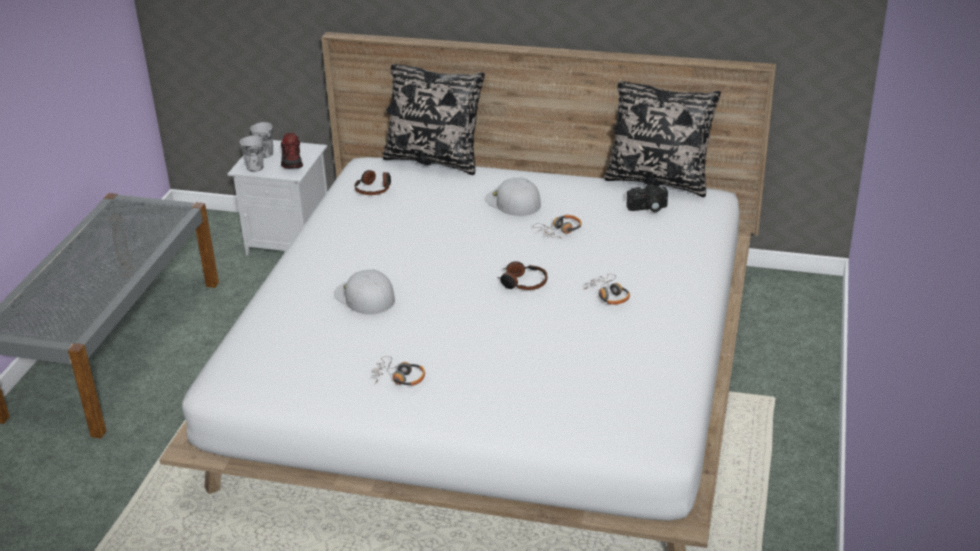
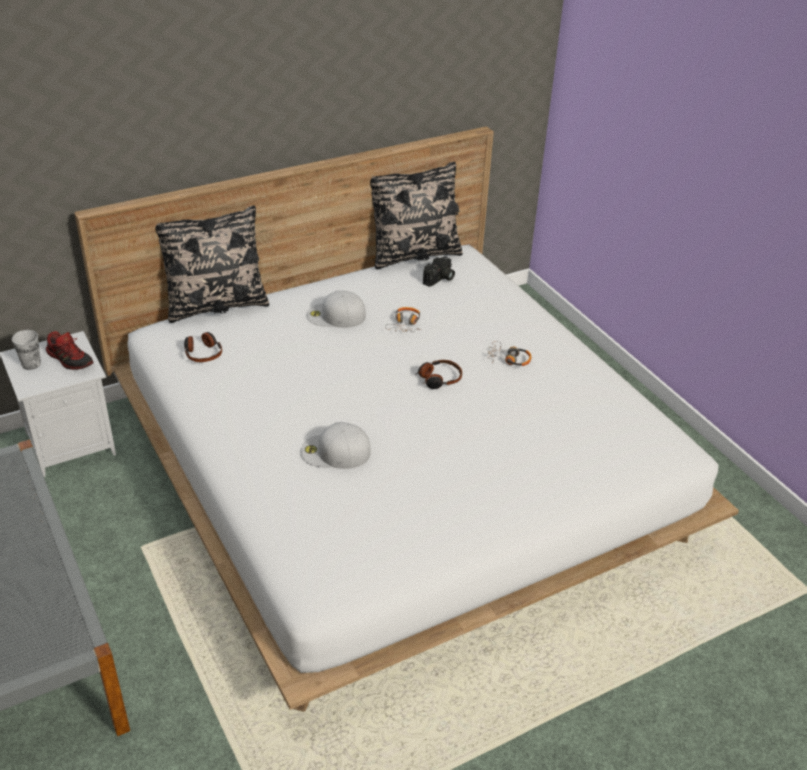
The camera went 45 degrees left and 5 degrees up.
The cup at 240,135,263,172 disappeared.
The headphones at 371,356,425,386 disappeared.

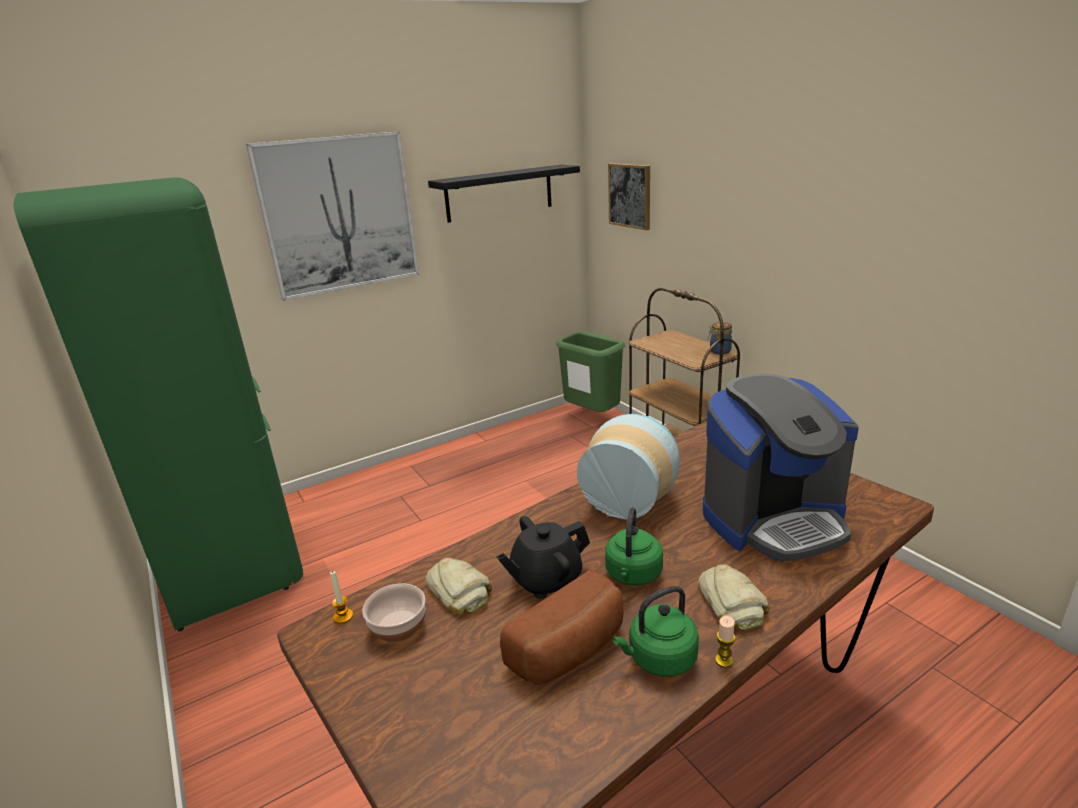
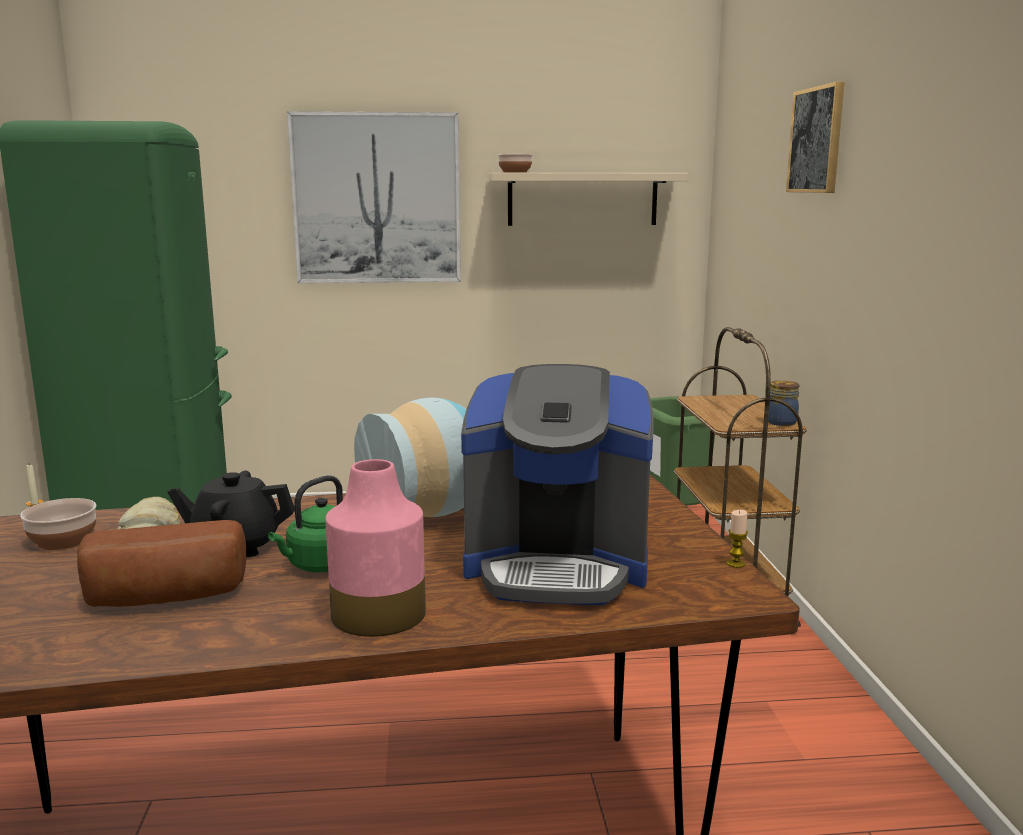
The camera went 25 degrees right and 10 degrees down.
The green_kettle at 613,586,699,677 disappeared.
The bowl at 498,154,533,173 appeared.
The picture moved from 608,163,650,230 to 786,81,844,193.
The candle moved from 715,616,735,668 to 726,510,748,568.
The bread at 698,564,770,630 was replaced by the pink_vase at 326,459,426,637.
The black_shelf at 428,165,580,223 became the beige_shelf at 489,173,688,226.

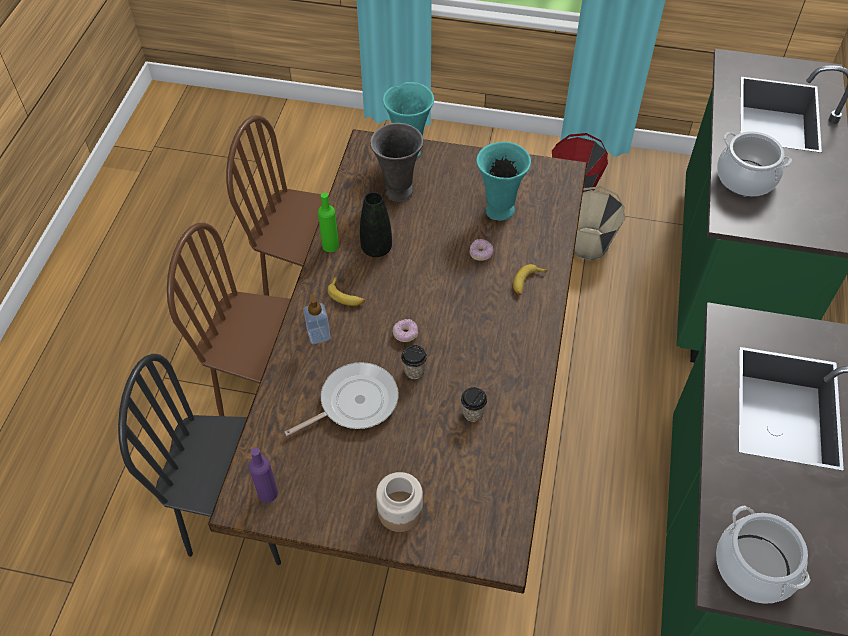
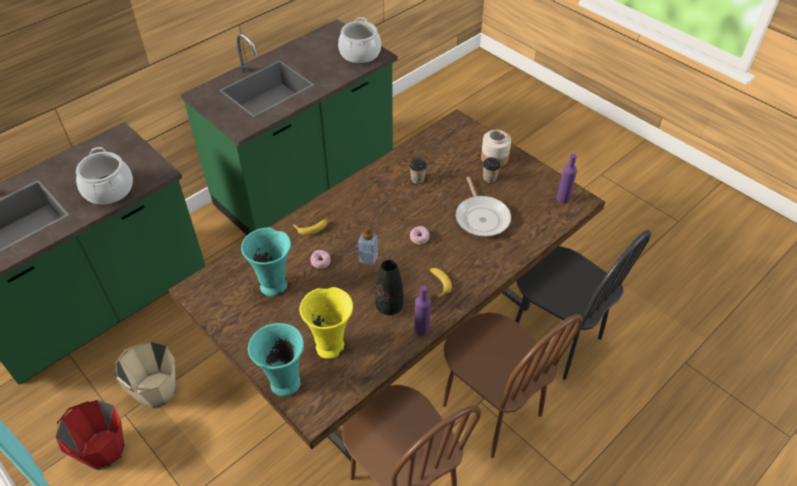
The camera went 145 degrees left and 5 degrees down.
The soap_dispenser moved from 304,294,330,344 to 358,226,378,265.
The cup moved from 401,345,427,379 to 483,157,500,183.
The green_bottle at 318,192,339,252 became the purple_bottle at 414,286,431,336.
The grey_vase at 370,123,423,201 became the yellow_vase at 299,287,353,359.
The frying_pan at 285,362,399,436 turned 105 degrees counterclockwise.

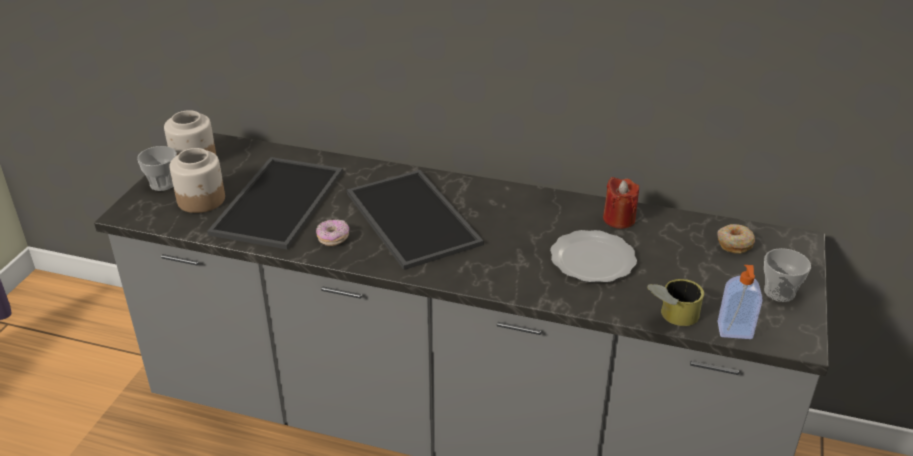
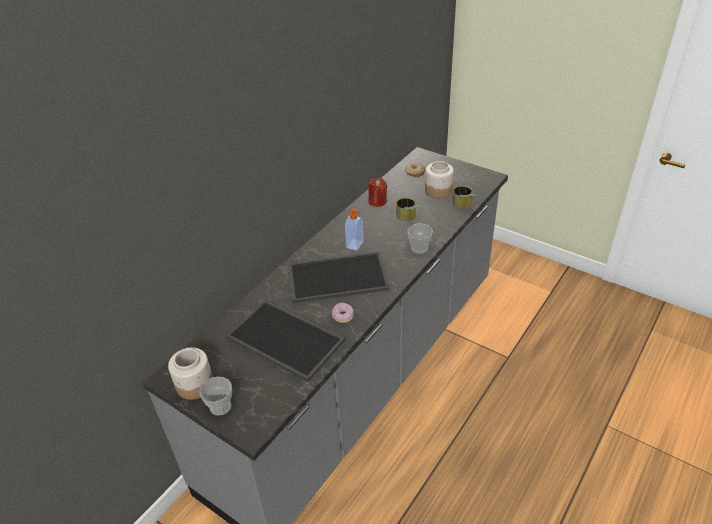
The camera went 70 degrees left and 5 degrees up.
The jar moved from 169,148,225,213 to 425,161,454,199.
The soap_dispenser moved from 718,265,763,339 to 345,209,364,250.
The cup moved from 764,248,811,302 to 407,224,433,254.
The plate at 550,230,637,283 was replaced by the can at 396,197,422,221.

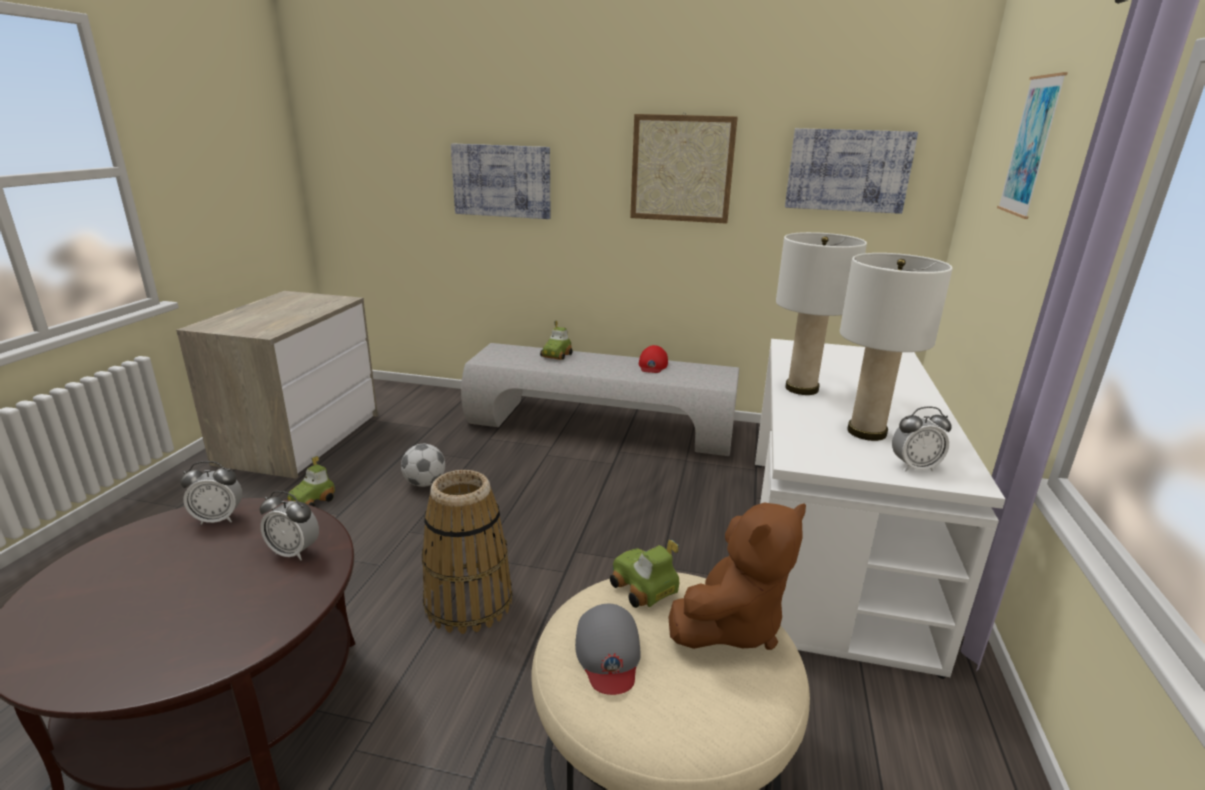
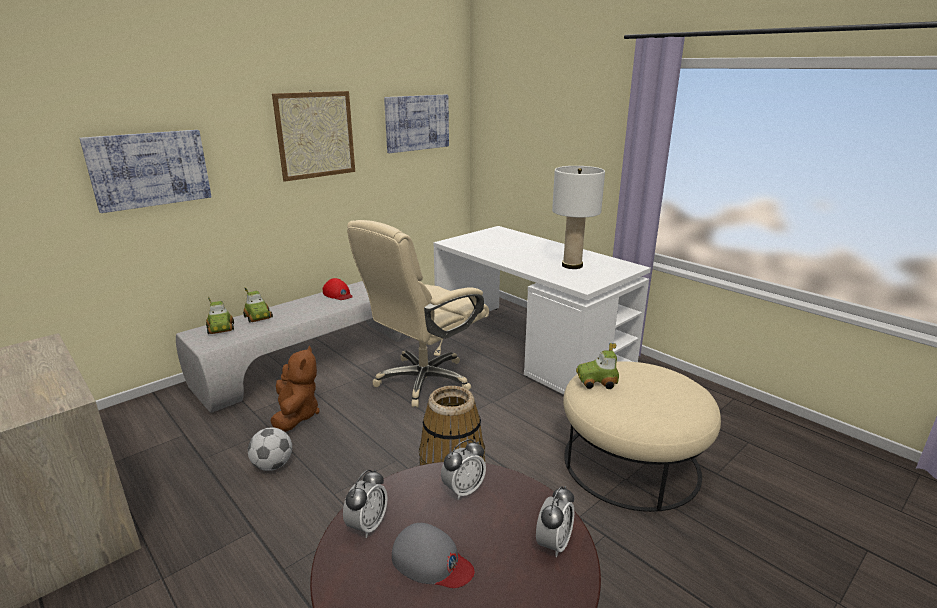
The camera went 55 degrees left and 0 degrees up.
The white_table_lamp at 776,232,867,395 disappeared.
The picture at 997,72,1068,219 disappeared.
The beige_office_chair at 347,220,489,408 appeared.
The toy_car moved from 287,456,335,507 to 206,297,234,334.
The grey_cap moved from 575,604,641,695 to 392,523,474,588.
The brown_plush_toy moved from 668,503,806,650 to 270,346,320,432.
The alarm_clock moved from 892,406,952,472 to 536,486,574,557.

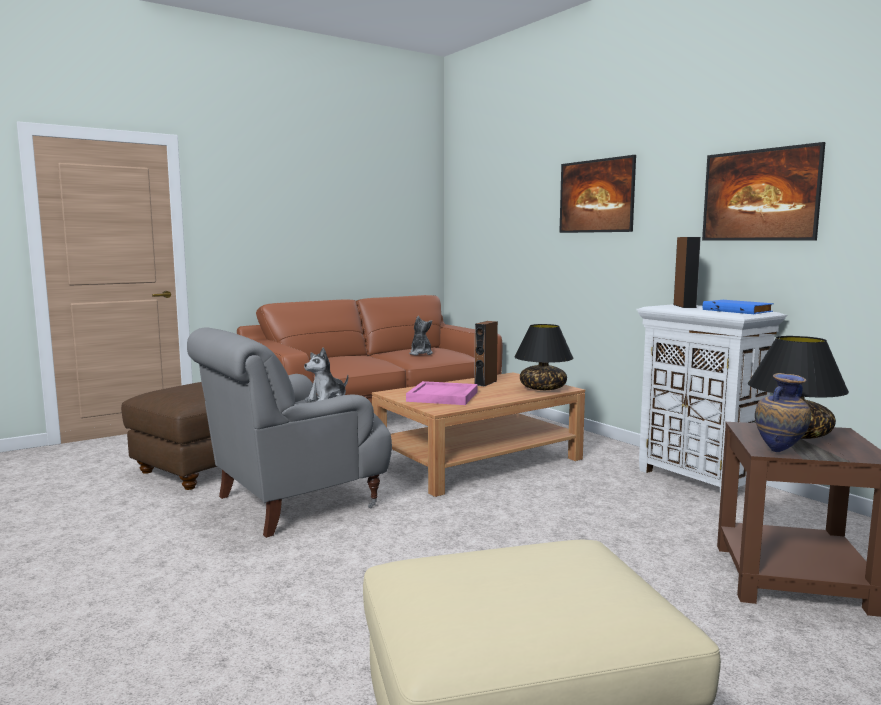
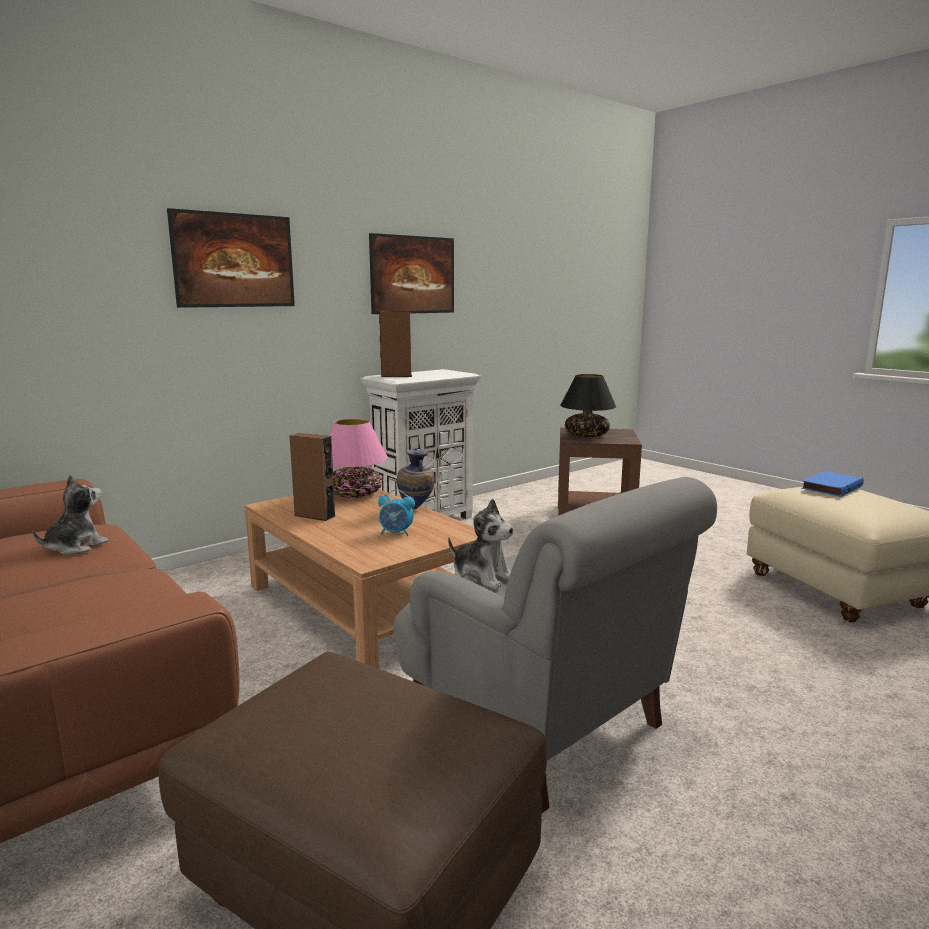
The camera went 95 degrees left and 5 degrees up.
The blue_book moved from 703,300,774,314 to 801,471,864,497.
The vase moved from 755,373,811,452 to 397,450,435,509.
The pink_tray at 406,381,478,405 was replaced by the alarm_clock at 378,489,415,536.
The black_table_lamp at 514,324,574,390 became the pink_table_lamp at 329,419,388,498.
The plush_toy at 409,316,433,355 turned 135 degrees clockwise.

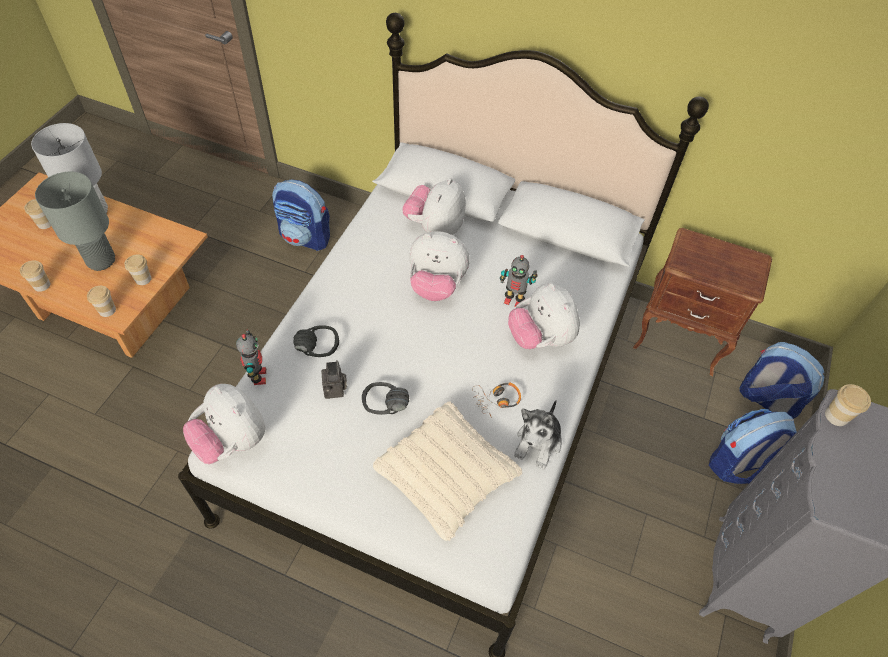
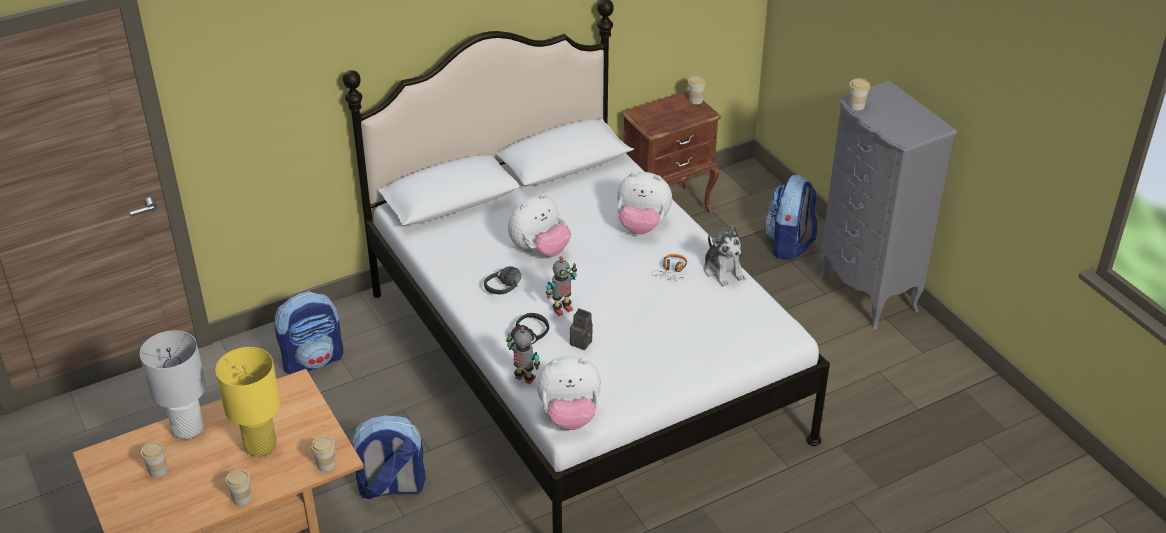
The camera went 50 degrees left and 15 degrees down.
The beige_pillow at 373,402,522,541 disappeared.
The plush_toy at 402,178,465,235 disappeared.
The cup moved from 124,254,151,285 to 688,76,706,104.
The black_headphones moved from 362,382,409,415 to 484,266,522,294.
The toy_robot moved from 500,255,538,307 to 546,257,577,316.
The backpack moved from 739,342,824,419 to 351,415,426,499.
The grey_table_lamp at 35,172,115,271 became the yellow_table_lamp at 215,347,281,457.

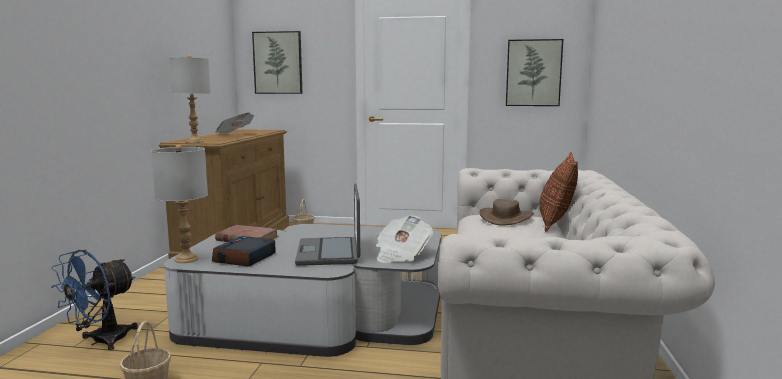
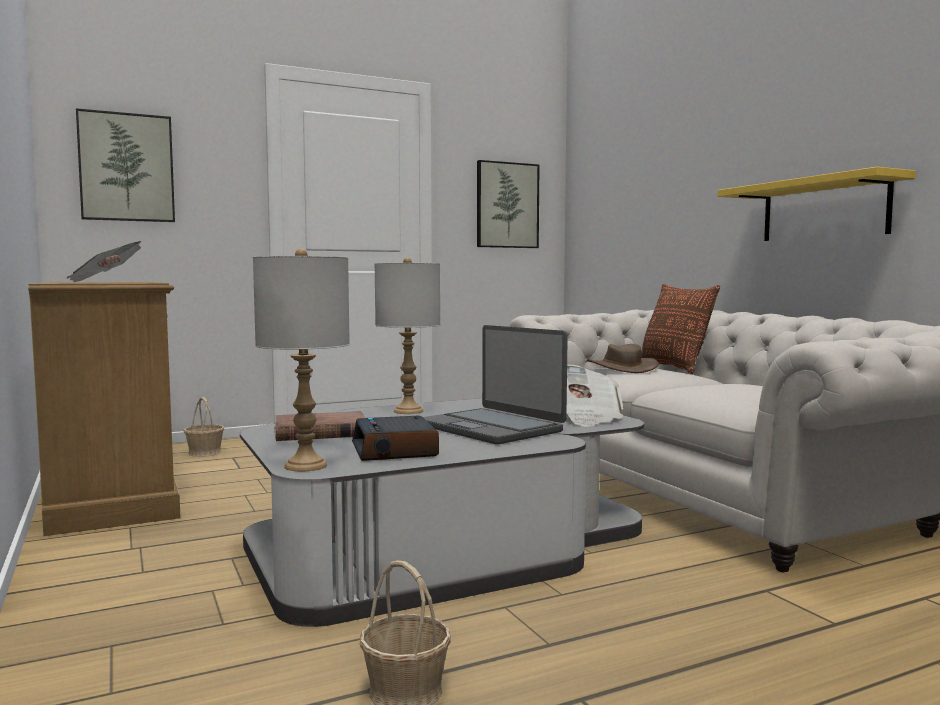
The camera went 35 degrees left and 5 degrees down.
The blue_fan at 51,250,138,350 disappeared.
The yellow_shelf at 718,167,916,241 appeared.
The grey_table_lamp moved from 170,55,211,143 to 374,257,440,414.

